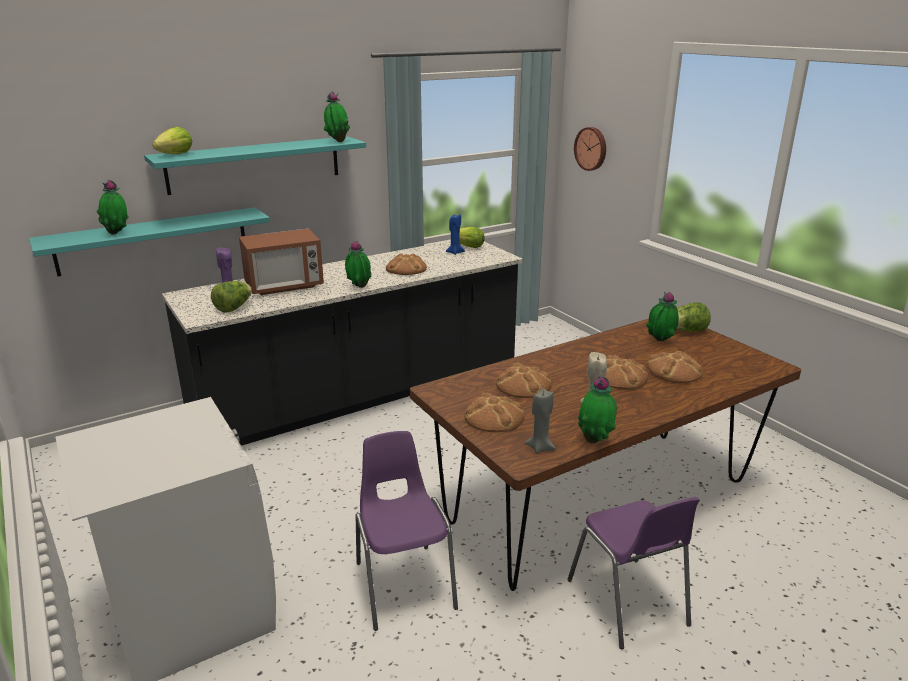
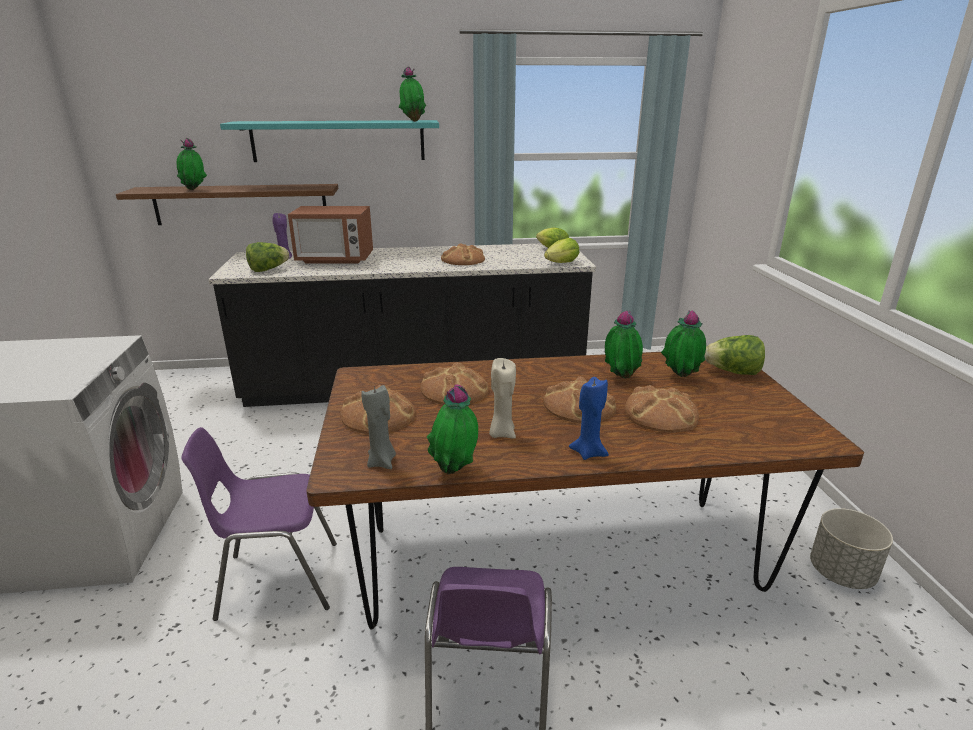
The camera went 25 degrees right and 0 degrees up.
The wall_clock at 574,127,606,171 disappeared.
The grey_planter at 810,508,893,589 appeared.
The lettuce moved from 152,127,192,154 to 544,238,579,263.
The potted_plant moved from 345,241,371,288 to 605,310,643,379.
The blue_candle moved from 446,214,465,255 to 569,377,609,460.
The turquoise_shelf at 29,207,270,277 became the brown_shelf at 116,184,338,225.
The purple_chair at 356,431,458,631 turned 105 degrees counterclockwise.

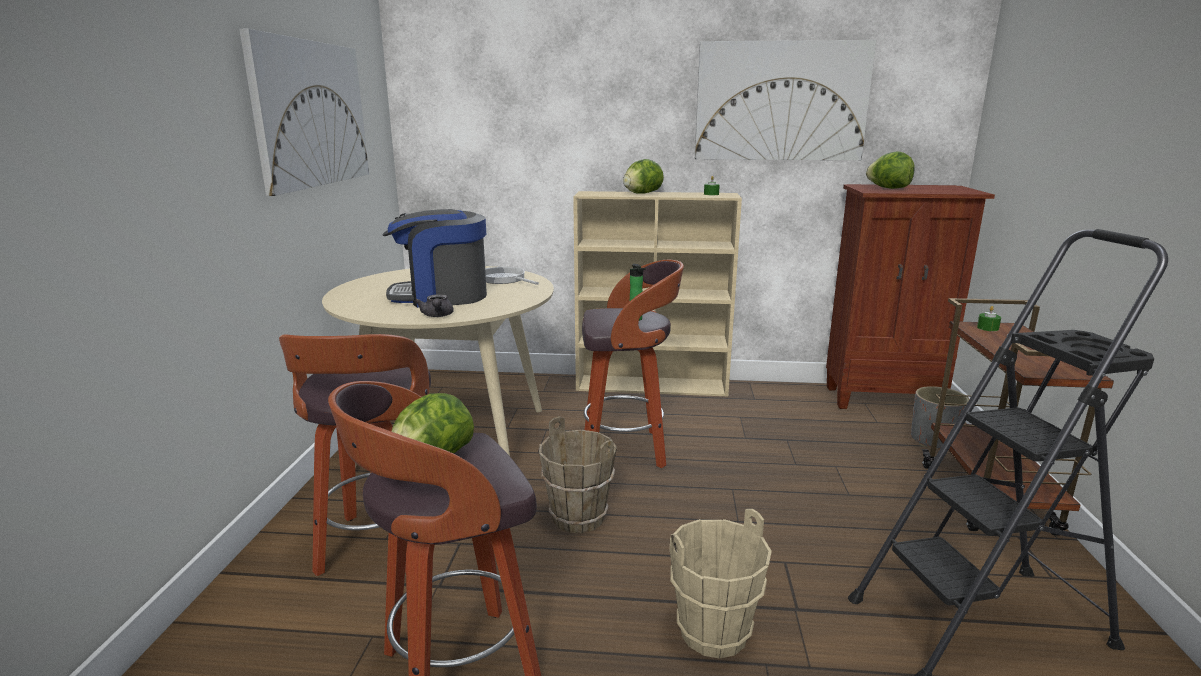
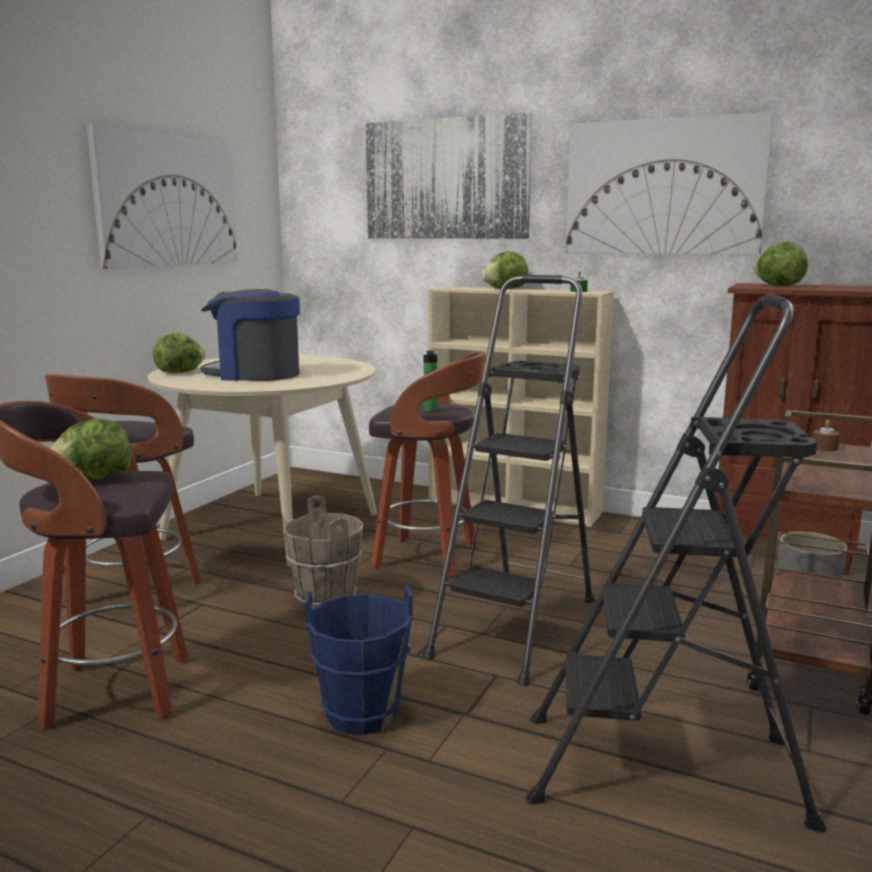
The camera went 20 degrees right and 5 degrees down.
The grey_teapot at 415,294,454,317 disappeared.
The frying_pan at 485,267,539,285 disappeared.
The lettuce at 153,333,205,373 appeared.
The picture at 366,112,532,239 appeared.
The step_ladder at 422,275,595,686 appeared.
The beige_bucket at 670,509,772,658 became the blue_bucket at 305,585,412,735.
The green_candle at 977,306,1001,331 became the brown_candle at 813,420,840,451.

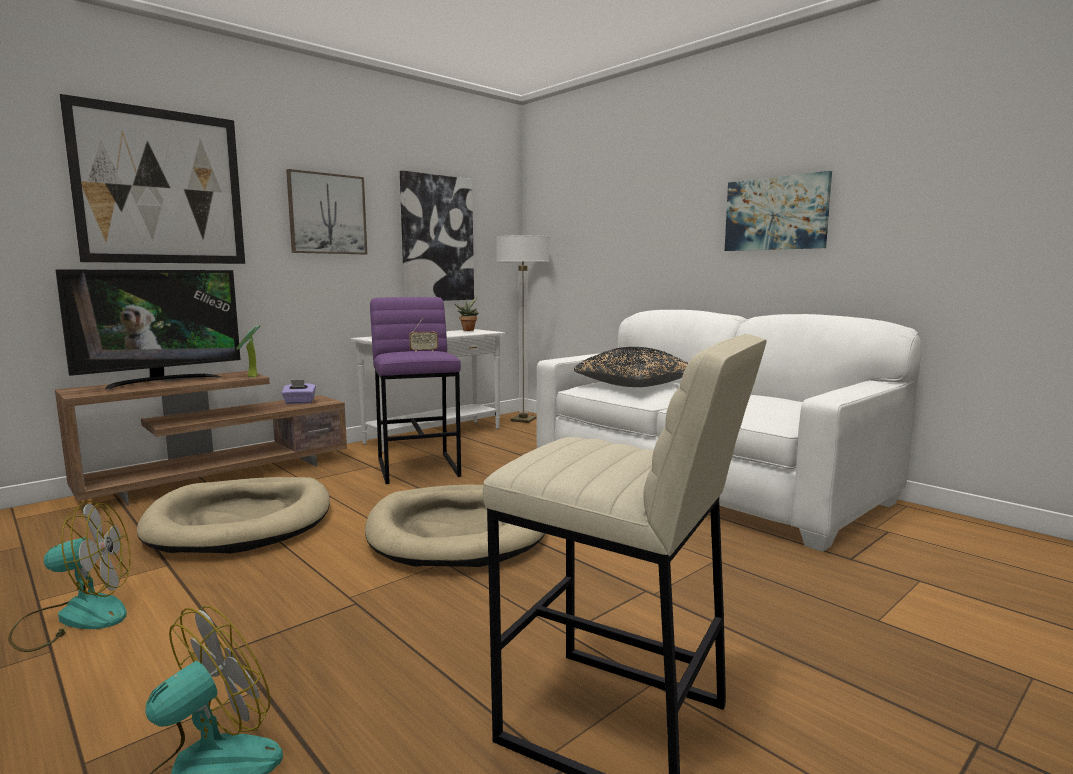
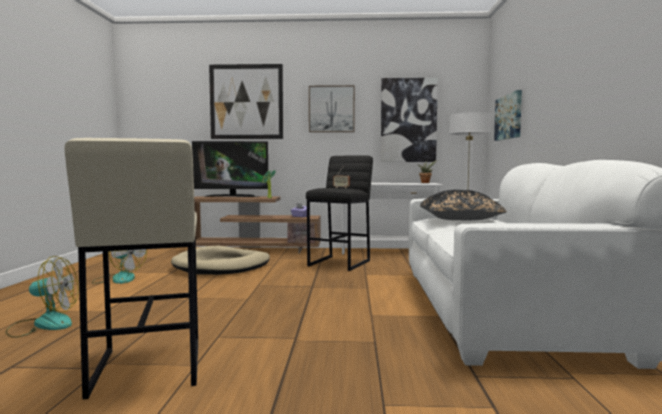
The camera went 45 degrees right and 5 degrees down.
The beige_dog_bed at 365,485,545,567 disappeared.
The picture moved from 725,171,832,251 to 494,90,522,141.
The purple_stool at 370,297,461,484 became the black_stool at 306,155,373,271.

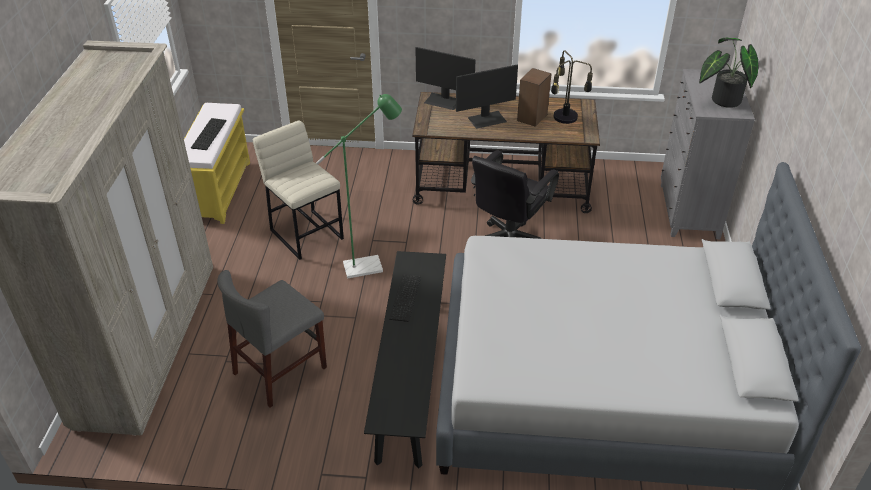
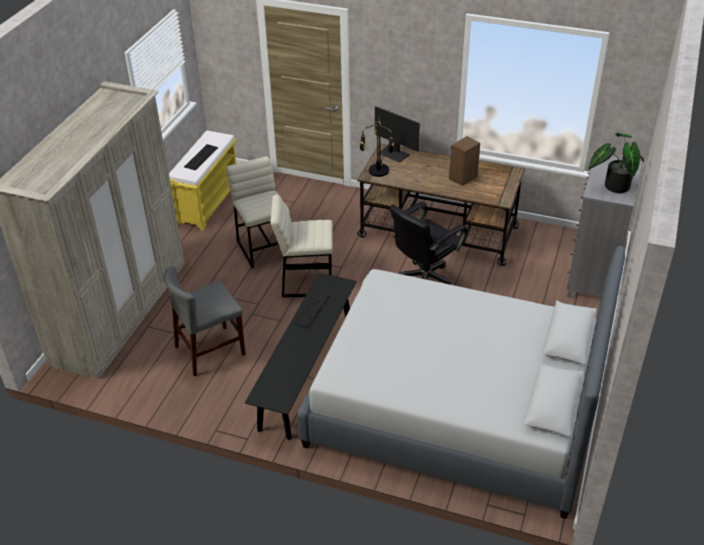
The camera went 15 degrees right and 0 degrees up.
The monitor at 456,65,518,129 disappeared.
The table_lamp moved from 551,50,593,124 to 360,116,394,177.
The green_floor_lamp at 316,94,402,278 was replaced by the beige_chair at 271,195,333,297.

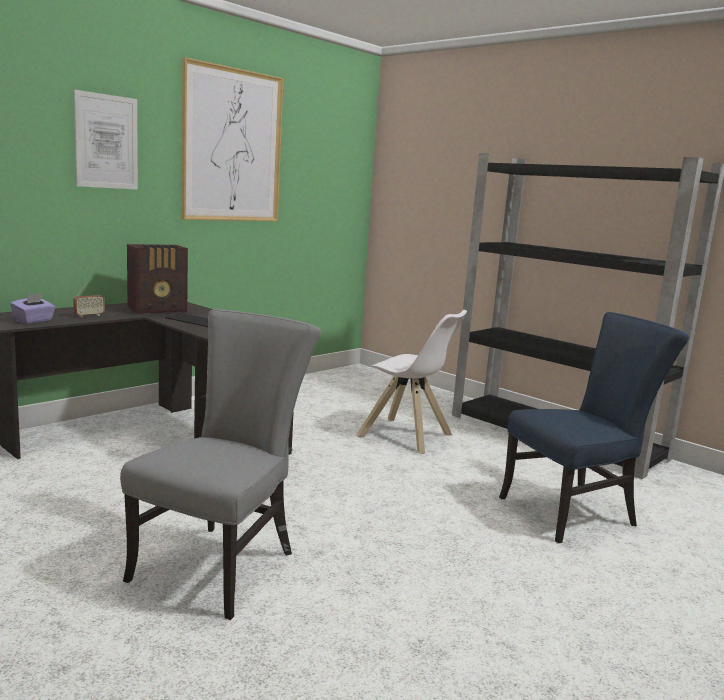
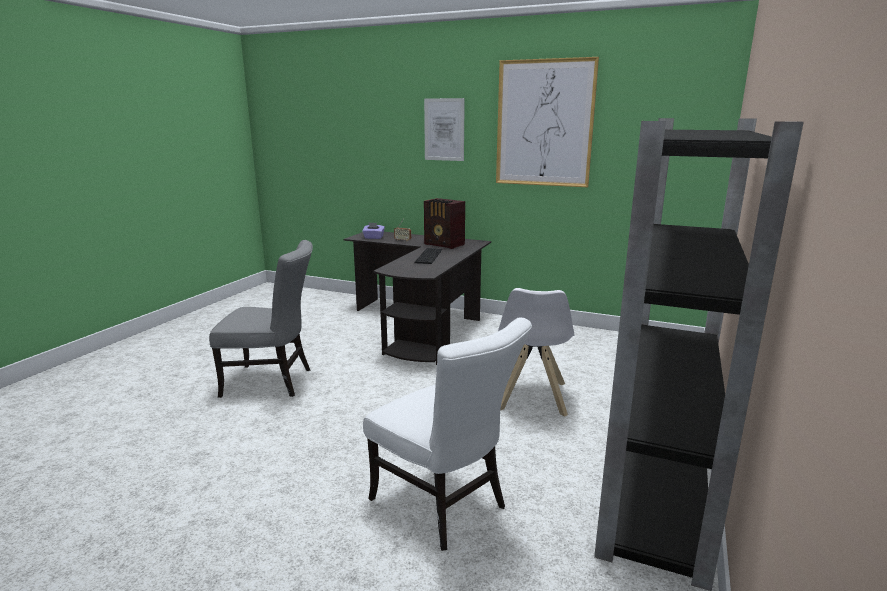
The camera went 70 degrees right and 5 degrees up.
The blue_chair at 499,312,689,543 became the white_chair at 363,318,532,551.

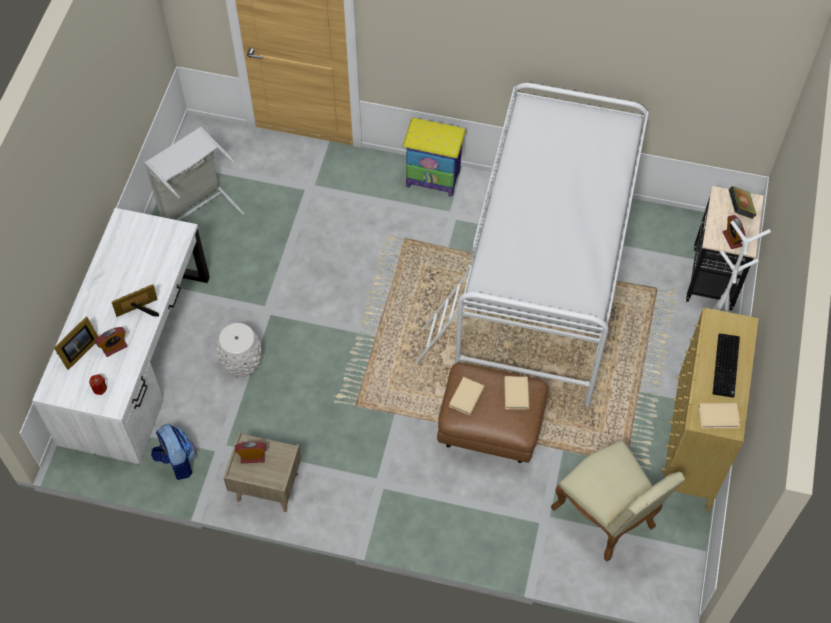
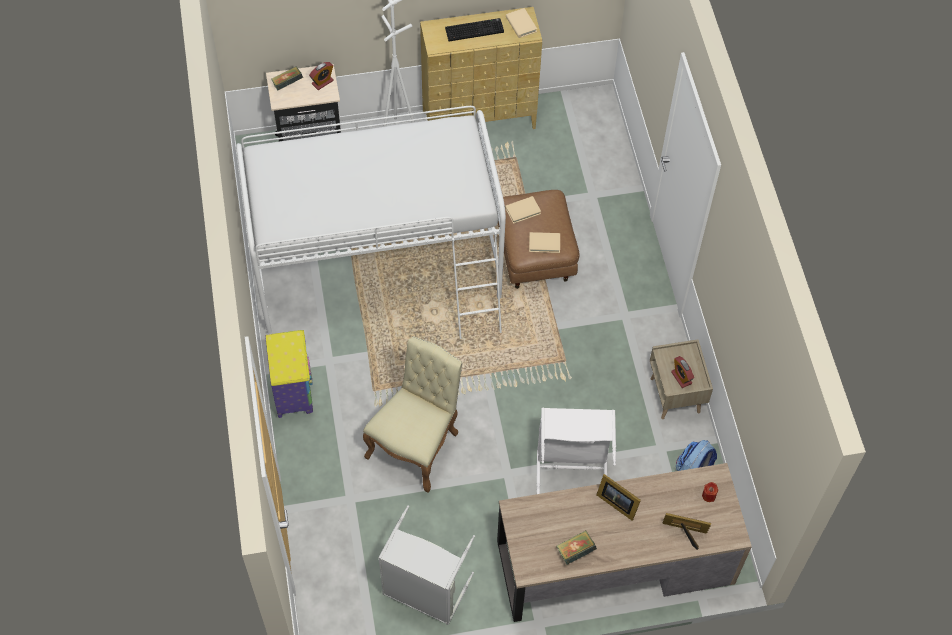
The camera went 115 degrees left and 0 degrees up.
The alarm_clock at 95,327,127,357 disappeared.
The book at 556,531,597,565 appeared.
The beige_chair moved from 551,440,685,562 to 363,336,462,493.
The white_stool at 217,323,261,377 was replaced by the white_laundry_basket at 536,408,616,494.
The white_desk at 32,208,210,464 became the brown_desk at 497,463,752,622.

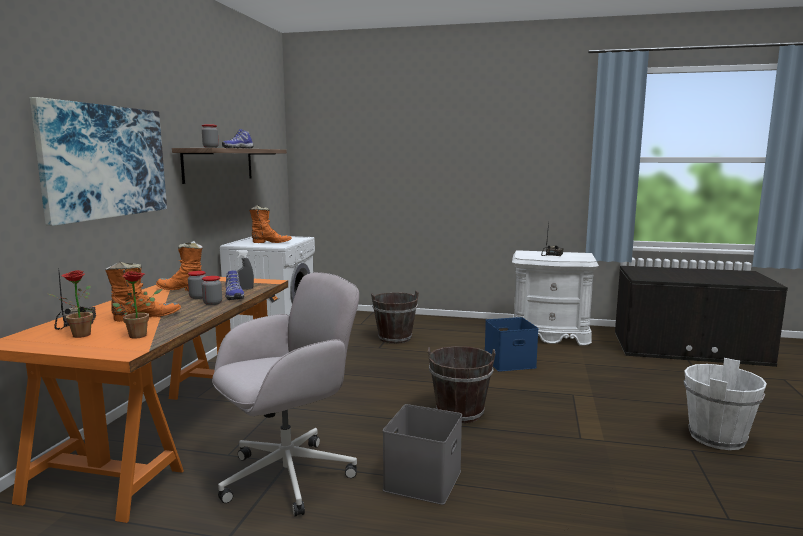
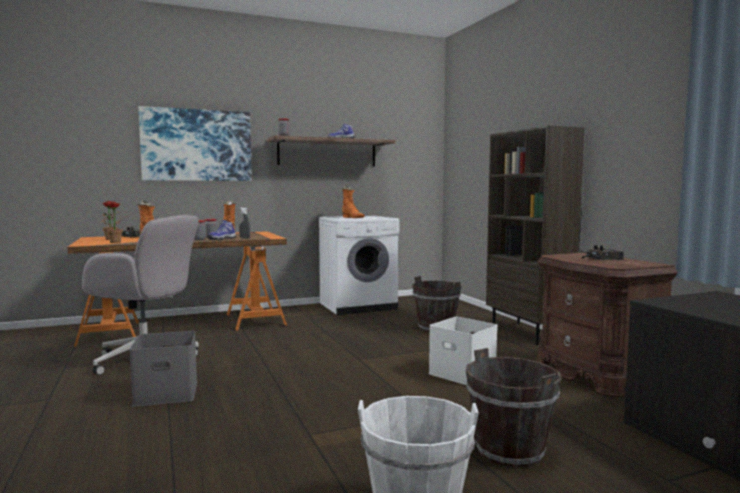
The camera went 55 degrees right and 5 degrees down.
The brown_bookcase at 486,126,584,345 appeared.
The brown_bucket moved from 428,346,496,423 to 466,348,562,468.
The blue_storage_box at 485,317,539,372 became the white_storage_box at 429,317,498,385.
The white_nightstand at 512,250,599,346 became the brown_nightstand at 536,253,678,397.

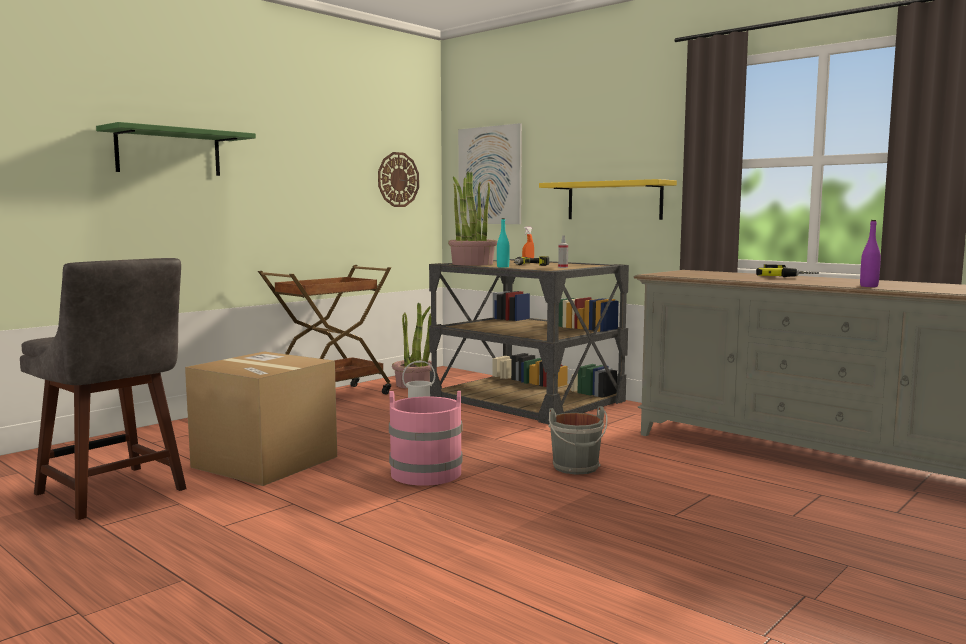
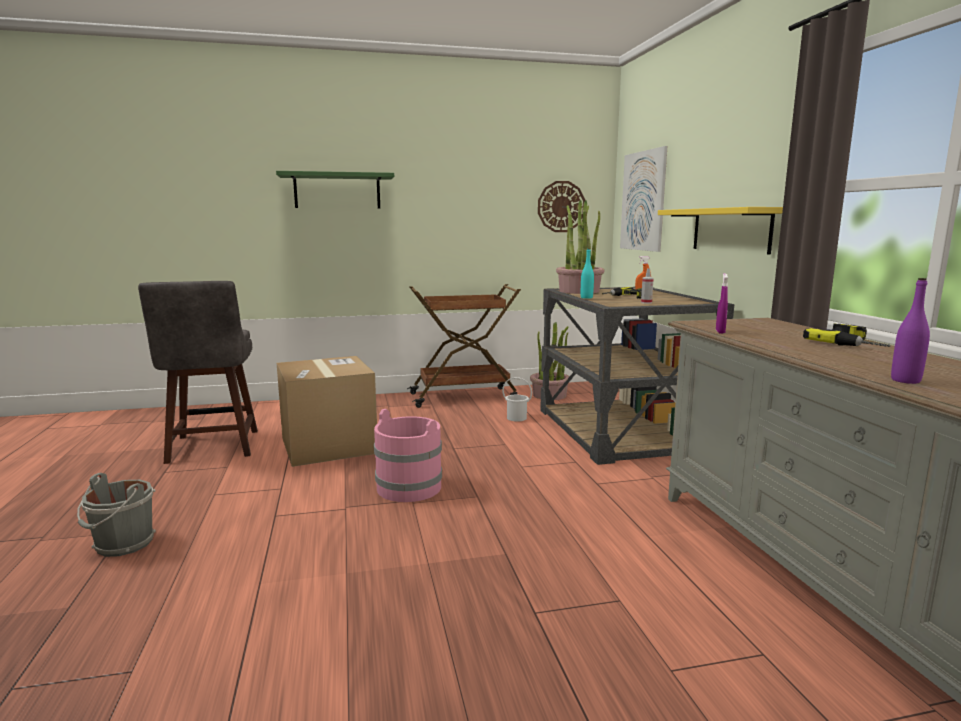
The camera went 35 degrees right and 5 degrees up.
The purple_spray_bottle at 716,273,728,334 appeared.
The grey_bucket moved from 548,406,608,475 to 77,473,156,557.

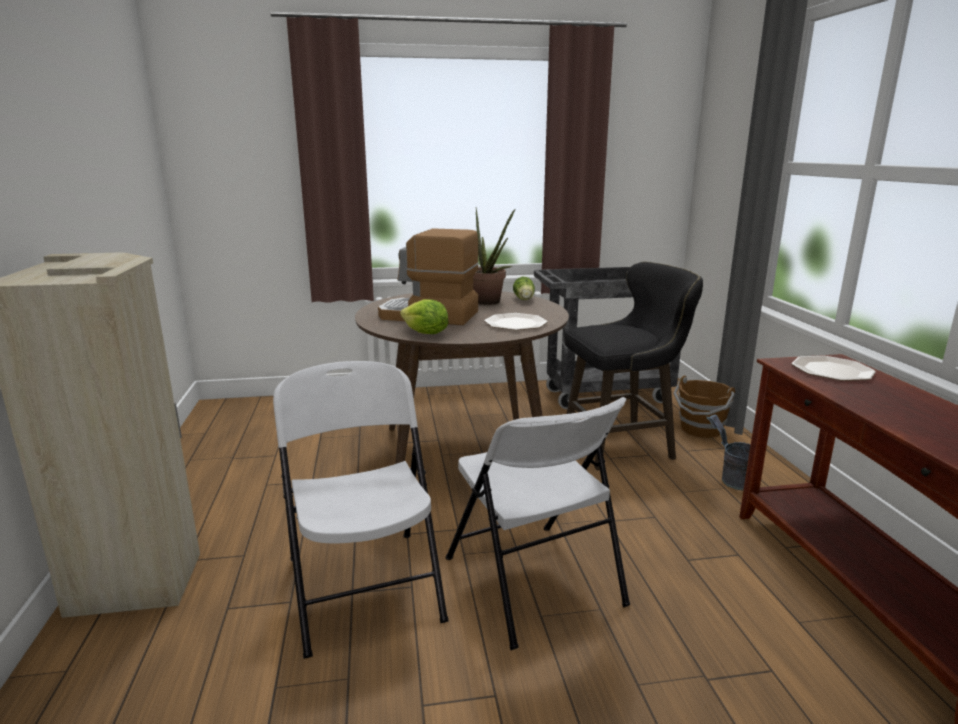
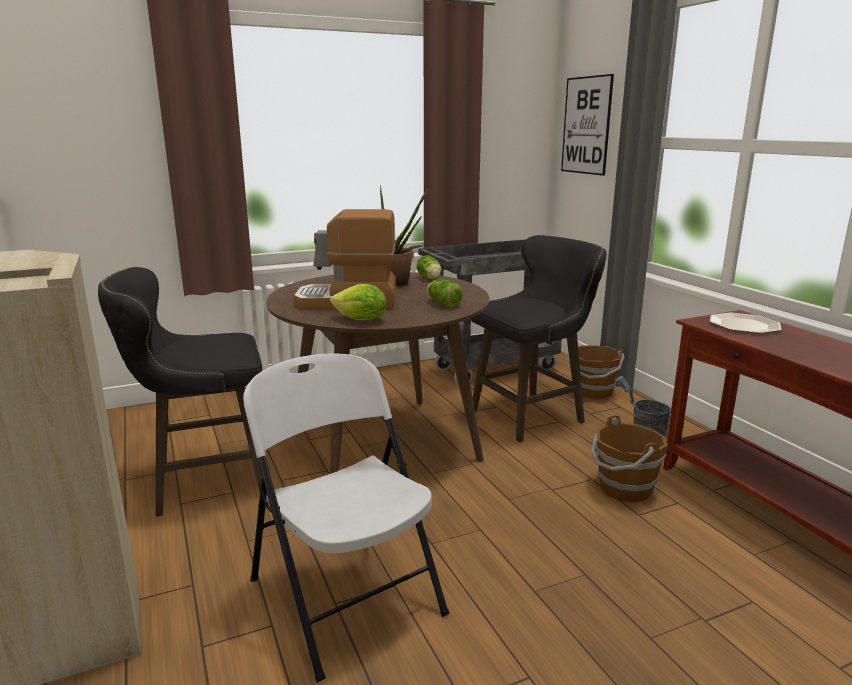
The camera went 15 degrees left and 0 degrees up.
The white_chair at 446,397,630,650 disappeared.
The black_stool at 98,267,262,517 appeared.
The picture at 561,74,614,176 appeared.
The brown_bucket at 591,415,668,502 appeared.
The plate at 484,313,548,330 was replaced by the lettuce at 427,279,463,307.

